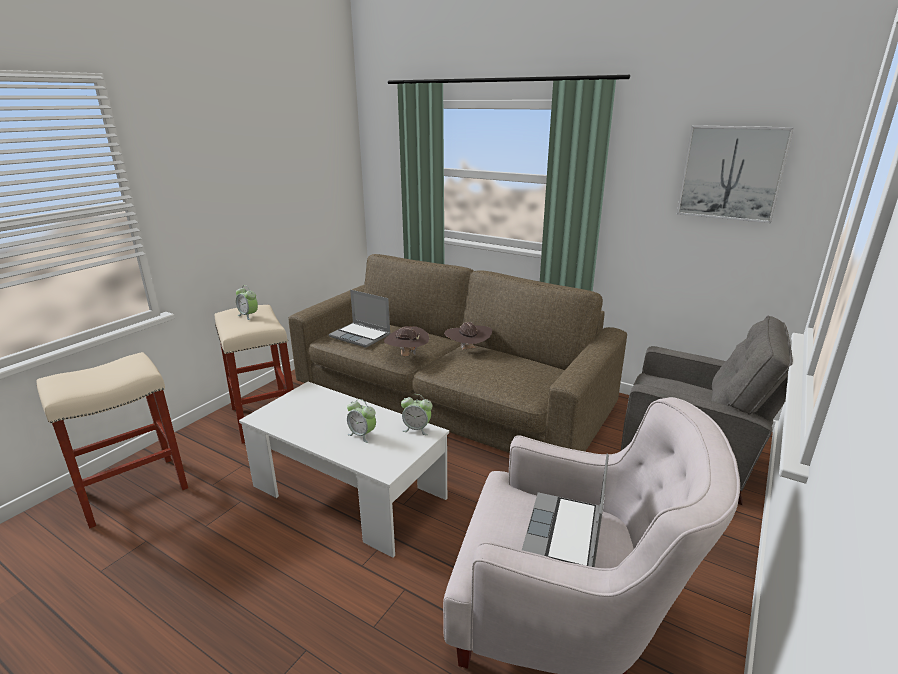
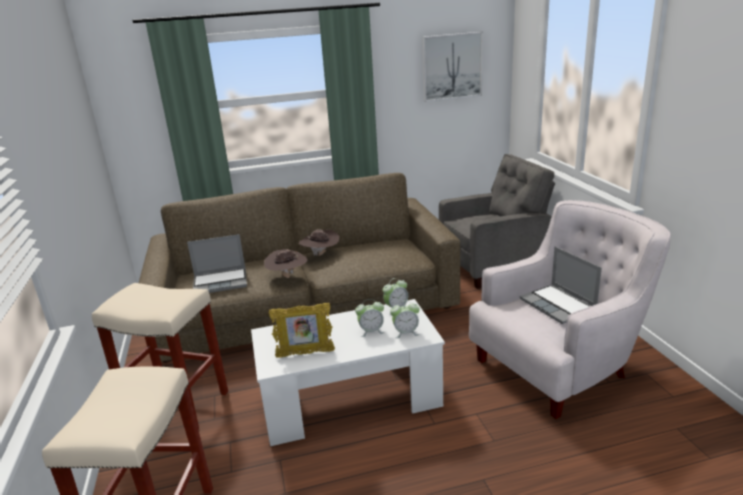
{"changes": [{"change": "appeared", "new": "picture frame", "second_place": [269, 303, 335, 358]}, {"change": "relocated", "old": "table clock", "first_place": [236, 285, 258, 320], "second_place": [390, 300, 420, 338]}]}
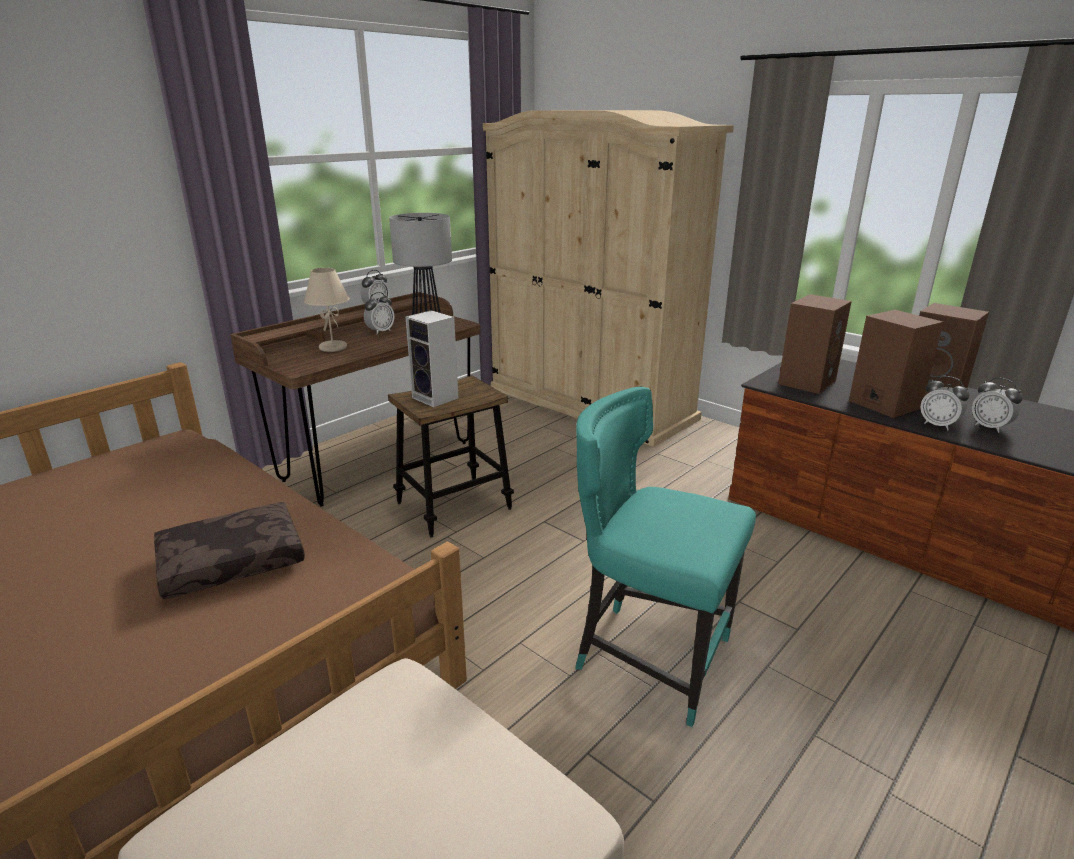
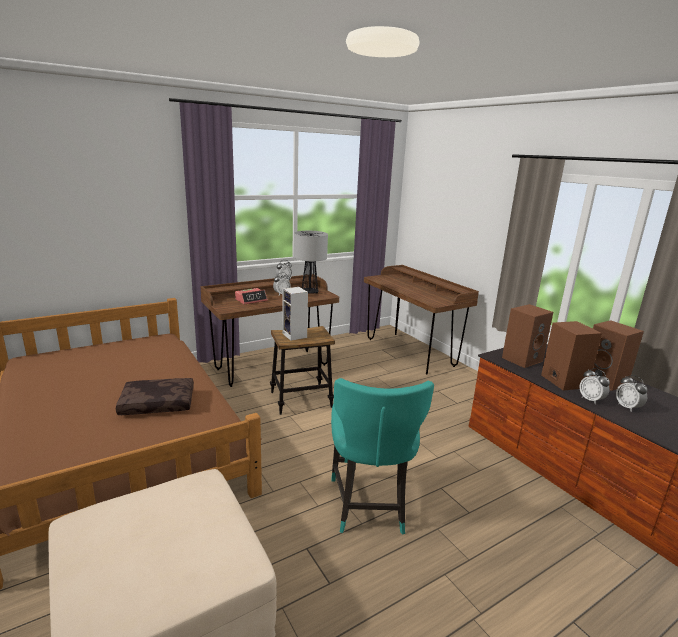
{"changes": [{"change": "exchanged", "old": "lamp for a table/sand-coloured", "new": "table clock", "first_place": [304, 268, 350, 352], "second_place": [235, 288, 268, 305]}, {"change": "exchanged", "old": "clothes cupboard/sand-coloured", "new": "desk table/brown", "first_place": [483, 110, 734, 447], "second_place": [364, 265, 479, 374]}, {"change": "spun", "old": "plain chair/turquoise-coloured", "first_place": [576, 386, 756, 727], "second_place": [331, 378, 434, 535], "degrees": -135}]}
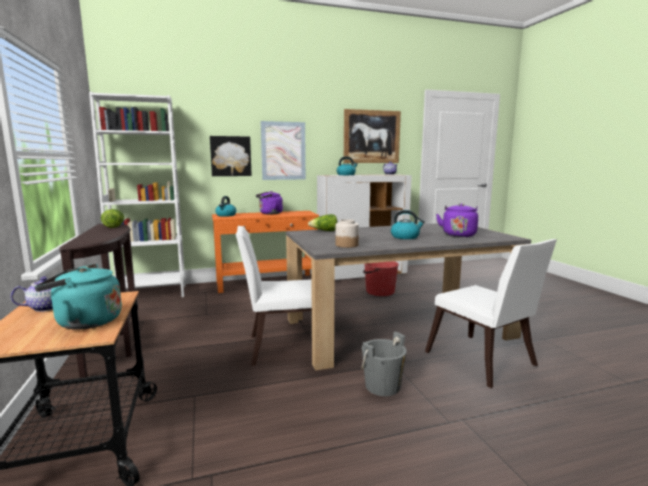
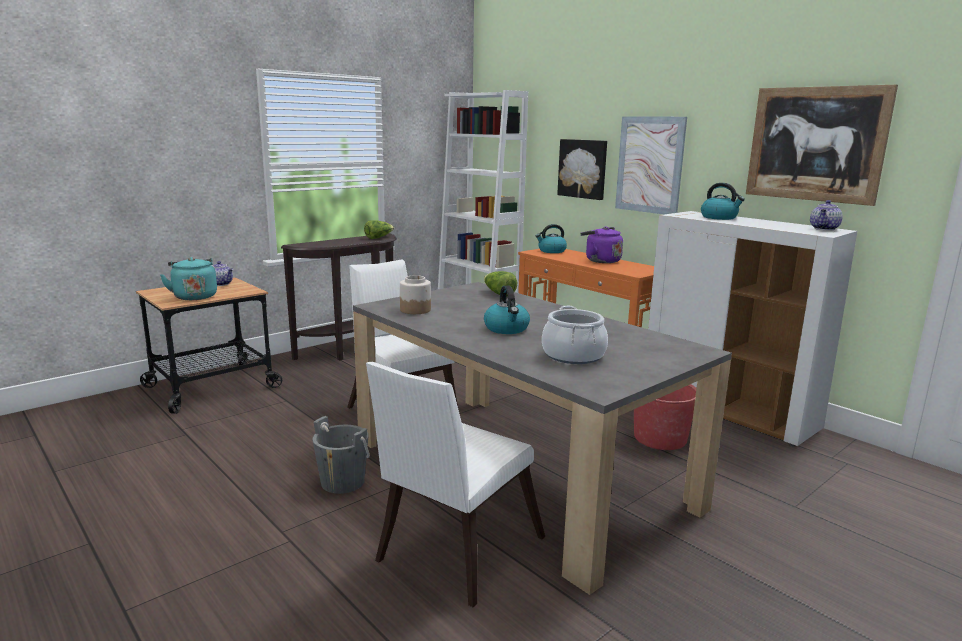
{"changes": [{"change": "exchanged", "old": "tea kettle/purple-coloured", "new": "saucepot", "first_place": [436, 203, 478, 237], "second_place": [542, 306, 608, 364]}]}
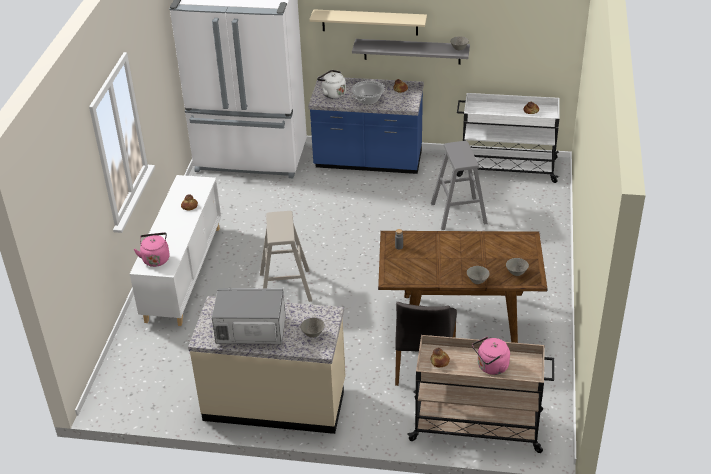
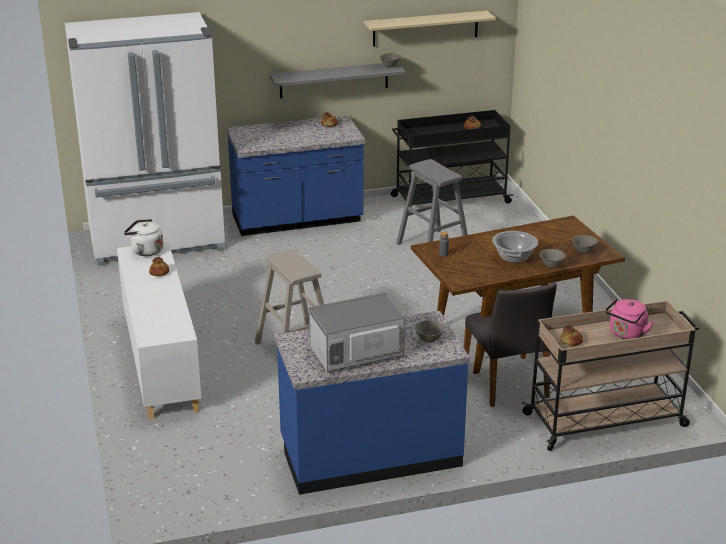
{"changes": [{"change": "missing", "old": "tea kettle/pink", "first_place": [134, 232, 170, 267]}, {"change": "relocated", "old": "bracket shelf/sand-coloured", "first_place": [309, 9, 427, 36], "second_place": [363, 11, 496, 46]}, {"change": "relocated", "old": "tea kettle/whitish", "first_place": [317, 70, 346, 99], "second_place": [124, 219, 164, 256]}, {"change": "relocated", "old": "saucepot", "first_place": [351, 81, 385, 105], "second_place": [492, 231, 538, 263]}, {"change": "colour", "old": "kitchen base unit/sand-coloured", "new": "kitchen base unit/blue", "first_place": [188, 296, 345, 434], "second_place": [275, 311, 470, 495]}, {"change": "colour", "old": "cart/whitish", "new": "cart/black", "first_place": [457, 93, 559, 183], "second_place": [391, 110, 513, 212]}]}
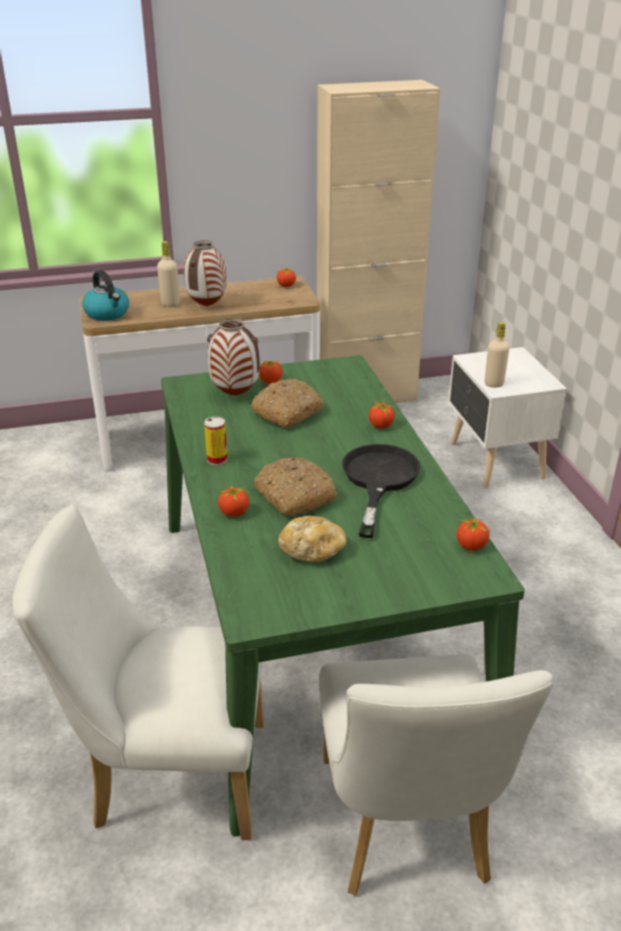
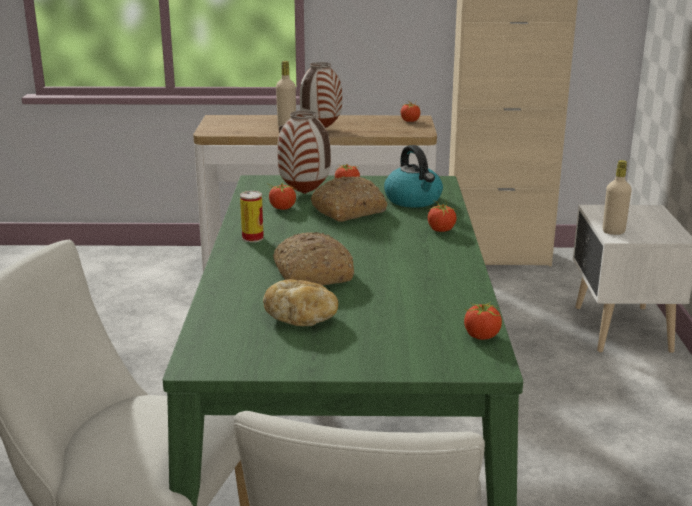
{"changes": [{"change": "missing", "old": "pan/black", "first_place": [342, 444, 420, 538]}, {"change": "relocated", "old": "tea kettle", "first_place": [82, 270, 129, 320], "second_place": [384, 145, 443, 208]}, {"change": "relocated", "old": "tomato", "first_place": [216, 485, 249, 517], "second_place": [267, 183, 296, 210]}]}
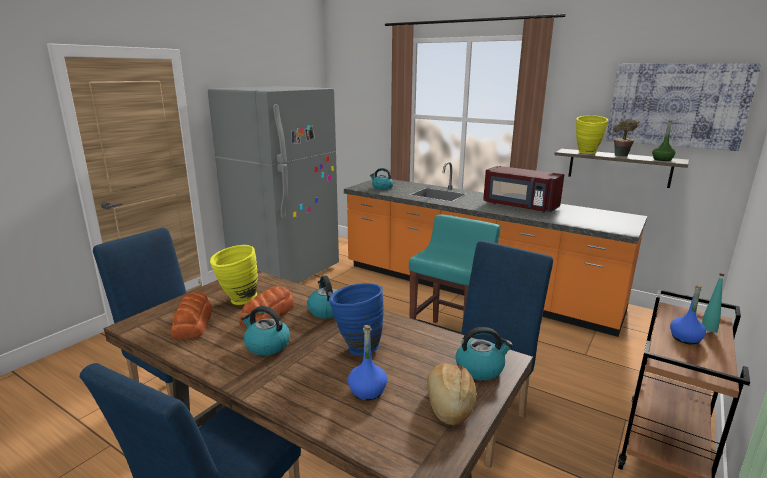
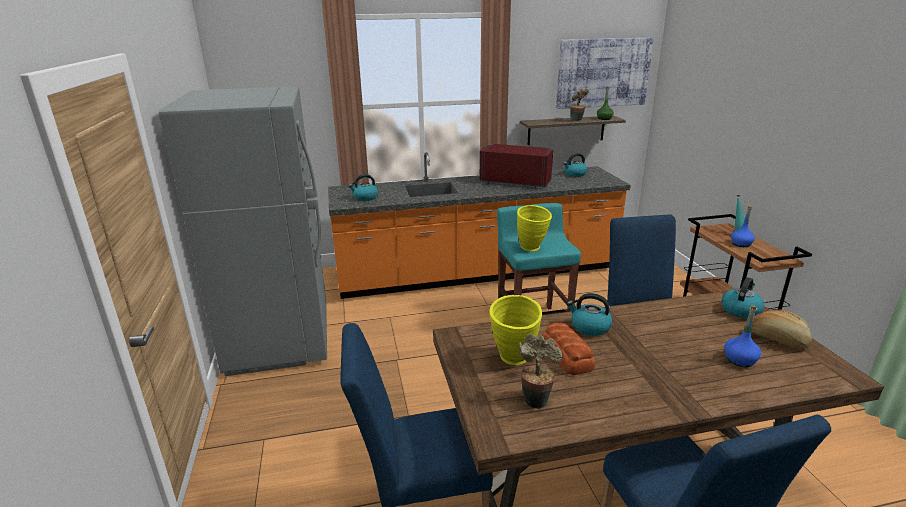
{"changes": [{"change": "missing", "old": "flower vase/blue", "first_place": [329, 283, 384, 355]}, {"change": "relocated", "old": "tea kettle", "first_place": [241, 306, 290, 355], "second_place": [564, 153, 587, 177]}, {"change": "relocated", "old": "flower vase/yellow", "first_place": [576, 115, 608, 154], "second_place": [517, 205, 552, 251]}, {"change": "exchanged", "old": "bread", "new": "plant in a pot", "first_place": [171, 292, 213, 339], "second_place": [519, 334, 563, 409]}, {"change": "spun", "old": "microwave/red-coloured", "first_place": [483, 166, 564, 213], "second_place": [479, 144, 553, 188], "degrees": -150}]}
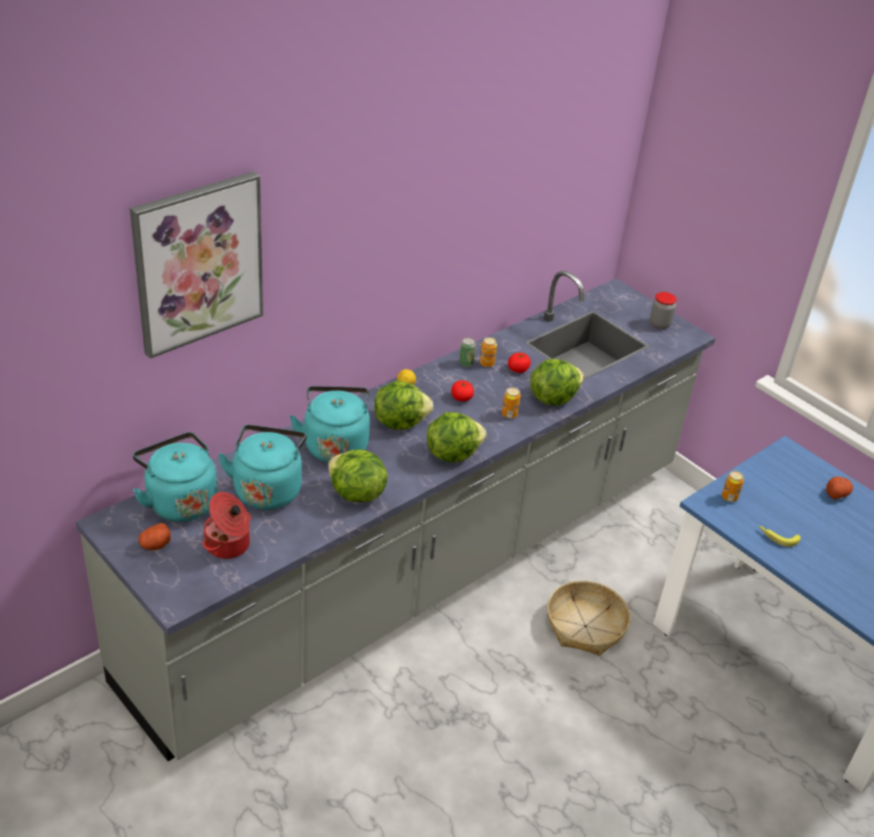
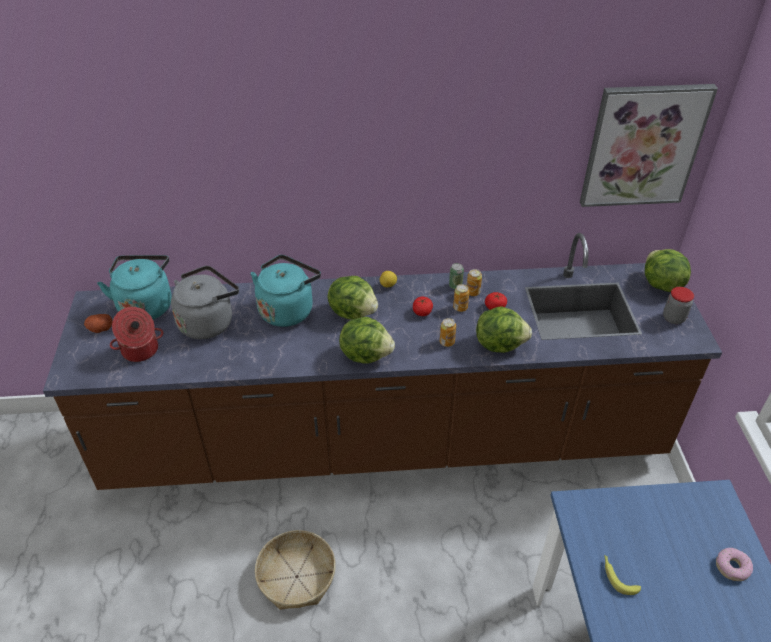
{"changes": [{"change": "relocated", "old": "wall picture", "first_place": [130, 171, 263, 359], "second_place": [580, 84, 718, 207]}, {"change": "relocated", "old": "lettuce head", "first_place": [328, 449, 388, 502], "second_place": [645, 249, 691, 292]}, {"change": "relocated", "old": "basket", "first_place": [547, 580, 631, 656], "second_place": [255, 530, 336, 610]}, {"change": "relocated", "old": "can", "first_place": [722, 471, 744, 502], "second_place": [453, 284, 469, 312]}, {"change": "exchanged", "old": "whole potato", "new": "ring doughnut", "first_place": [826, 477, 853, 499], "second_place": [716, 548, 753, 581]}, {"change": "colour", "old": "kitchen base unit/gray", "new": "kitchen base unit/brown", "first_place": [76, 271, 716, 761], "second_place": [43, 233, 722, 490]}, {"change": "colour", "old": "tea kettle/turquoise-coloured", "new": "tea kettle/gray", "first_place": [218, 425, 307, 510], "second_place": [171, 266, 239, 339]}]}
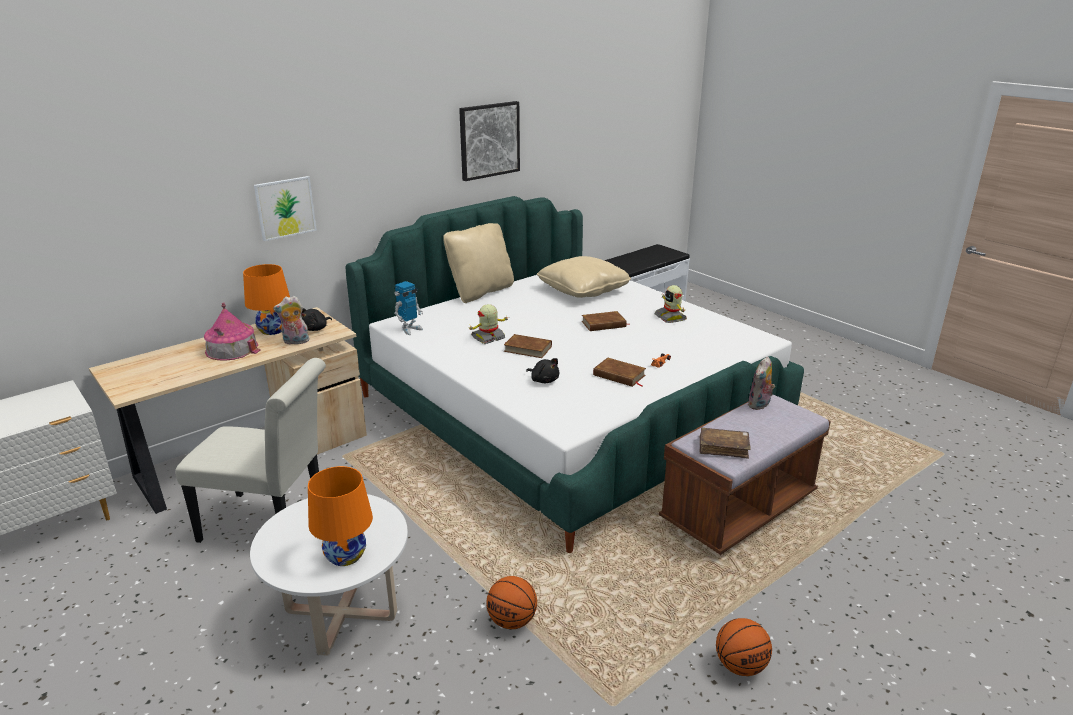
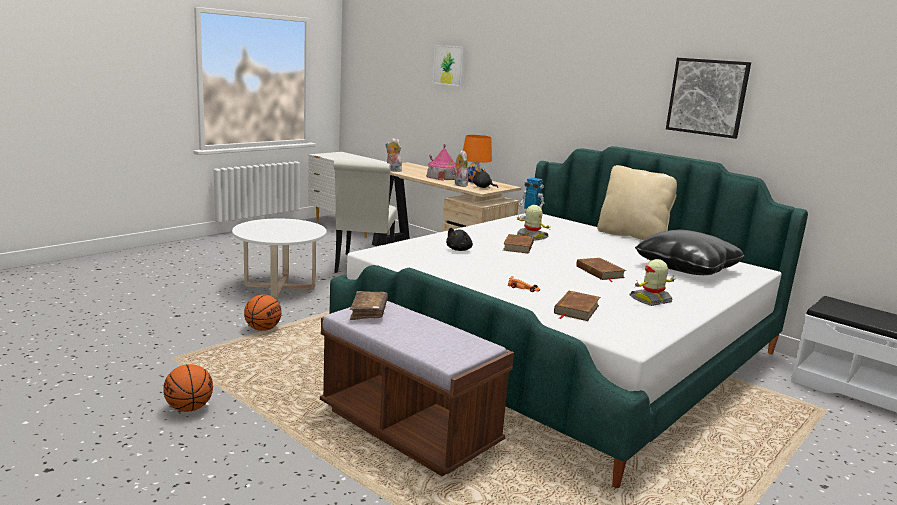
{"changes": [{"change": "missing", "old": "lamp for a table/orange-coloured", "first_place": [308, 466, 373, 566]}, {"change": "relocated", "old": "wall picture", "first_place": [254, 176, 317, 241], "second_place": [432, 45, 465, 87]}, {"change": "relocated", "old": "book/brown", "first_place": [593, 358, 646, 387], "second_place": [554, 291, 600, 321]}, {"change": "relocated", "old": "soft toy", "first_place": [747, 356, 775, 410], "second_place": [386, 138, 403, 172]}, {"change": "colour", "old": "cushion/sand-coloured", "new": "cushion/black", "first_place": [537, 256, 631, 298], "second_place": [635, 229, 745, 275]}]}
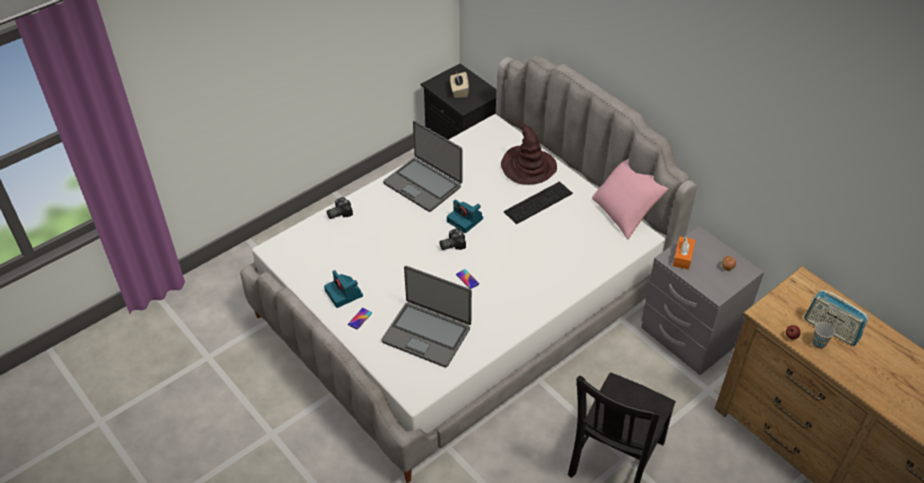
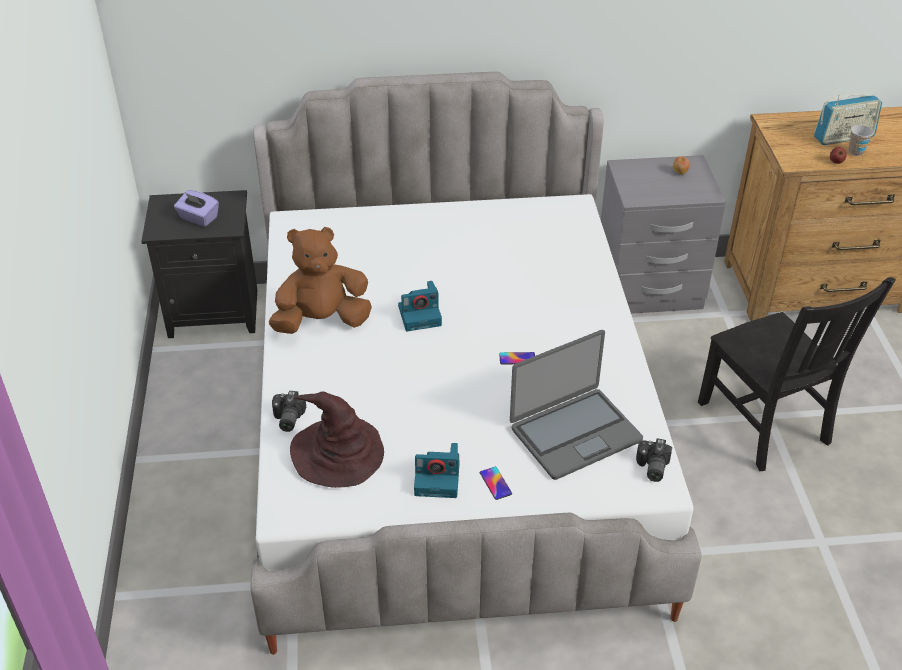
{"changes": [{"change": "missing", "old": "PC keyboard", "first_place": [504, 181, 573, 224]}, {"change": "missing", "old": "cushion/pink", "first_place": [592, 159, 668, 239]}, {"change": "missing", "old": "box of tissues/orange-coloured", "first_place": [673, 236, 695, 270]}, {"change": "relocated", "old": "still camera", "first_place": [439, 228, 466, 250], "second_place": [636, 439, 672, 482]}, {"change": "relocated", "old": "wearable hat/brown", "first_place": [501, 121, 557, 185], "second_place": [290, 391, 384, 488]}, {"change": "exchanged", "old": "notebook computer", "new": "soft toy/brown", "first_place": [383, 121, 462, 212], "second_place": [269, 227, 372, 334]}, {"change": "colour", "old": "box of tissues/sand-coloured", "new": "box of tissues/purple-coloured", "first_place": [450, 72, 469, 98], "second_place": [174, 190, 219, 227]}]}
